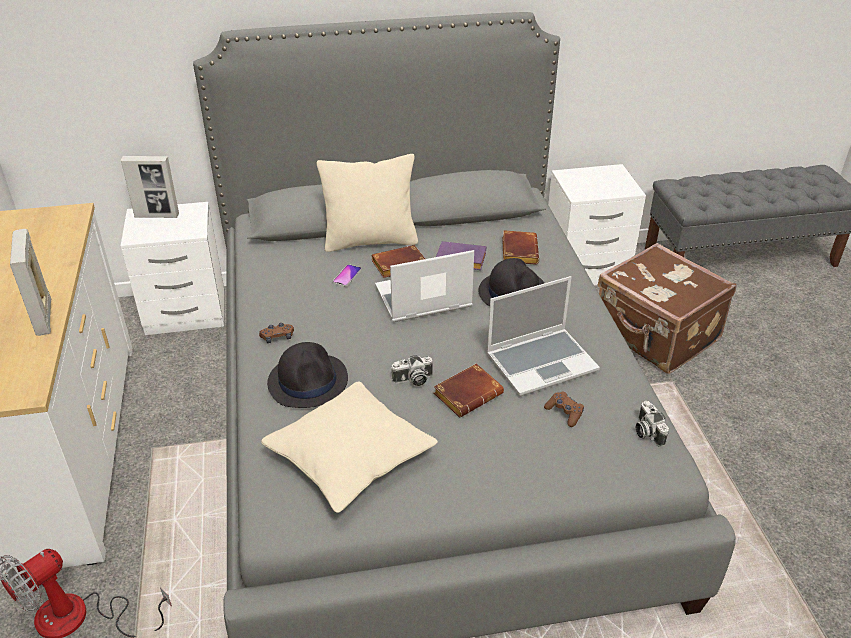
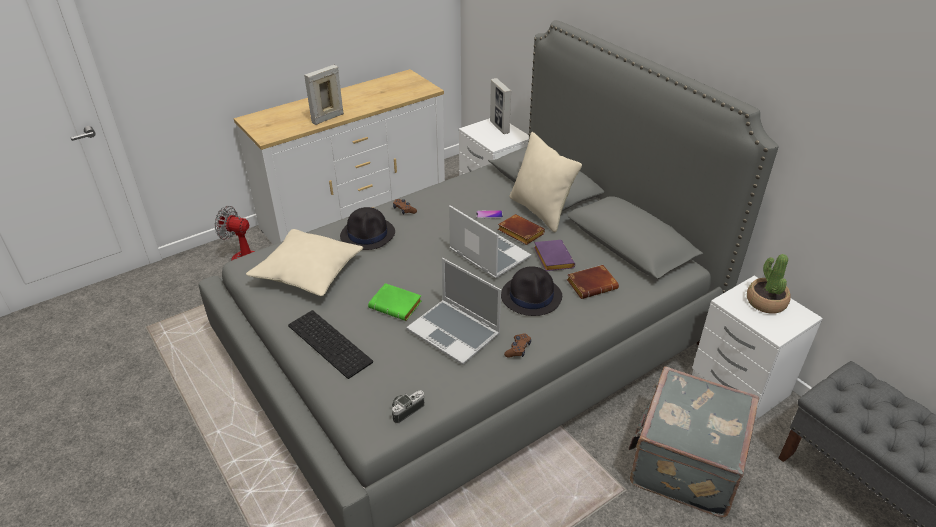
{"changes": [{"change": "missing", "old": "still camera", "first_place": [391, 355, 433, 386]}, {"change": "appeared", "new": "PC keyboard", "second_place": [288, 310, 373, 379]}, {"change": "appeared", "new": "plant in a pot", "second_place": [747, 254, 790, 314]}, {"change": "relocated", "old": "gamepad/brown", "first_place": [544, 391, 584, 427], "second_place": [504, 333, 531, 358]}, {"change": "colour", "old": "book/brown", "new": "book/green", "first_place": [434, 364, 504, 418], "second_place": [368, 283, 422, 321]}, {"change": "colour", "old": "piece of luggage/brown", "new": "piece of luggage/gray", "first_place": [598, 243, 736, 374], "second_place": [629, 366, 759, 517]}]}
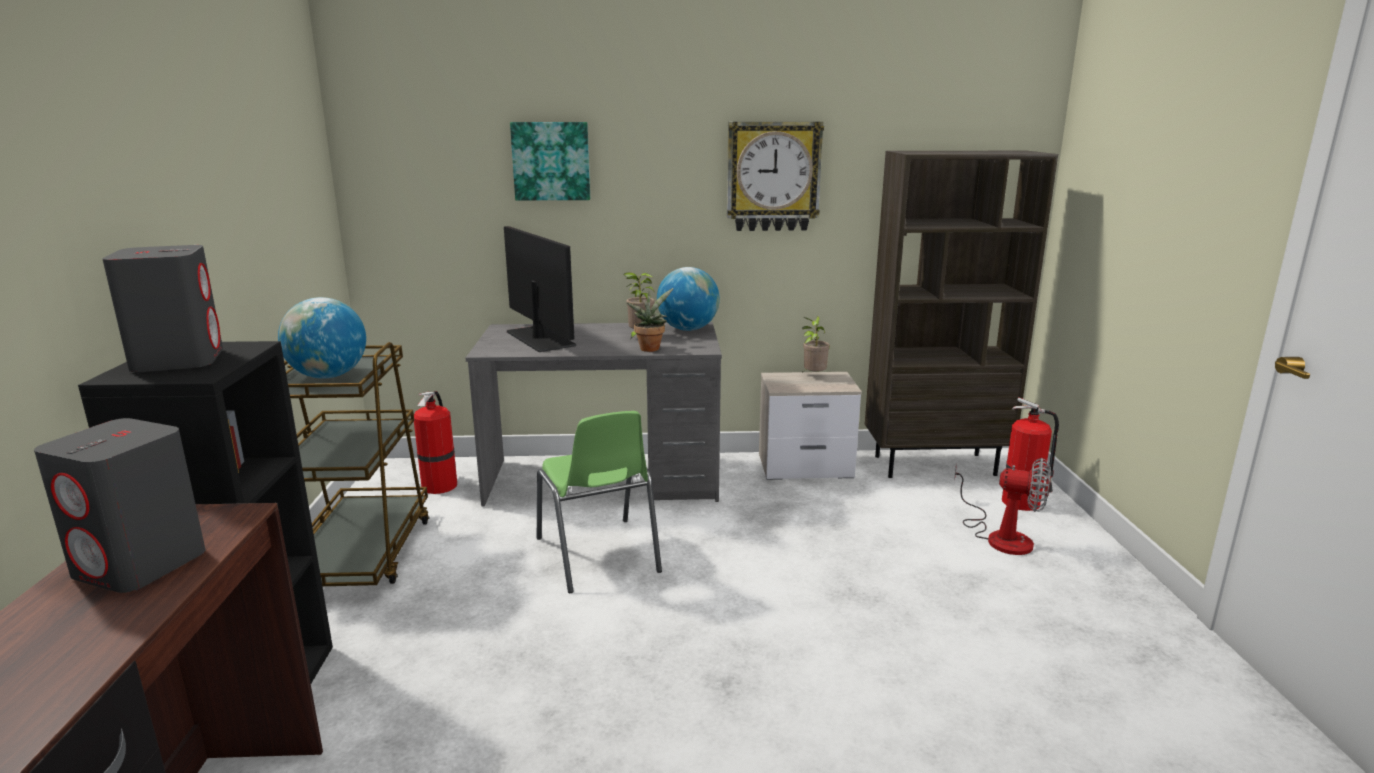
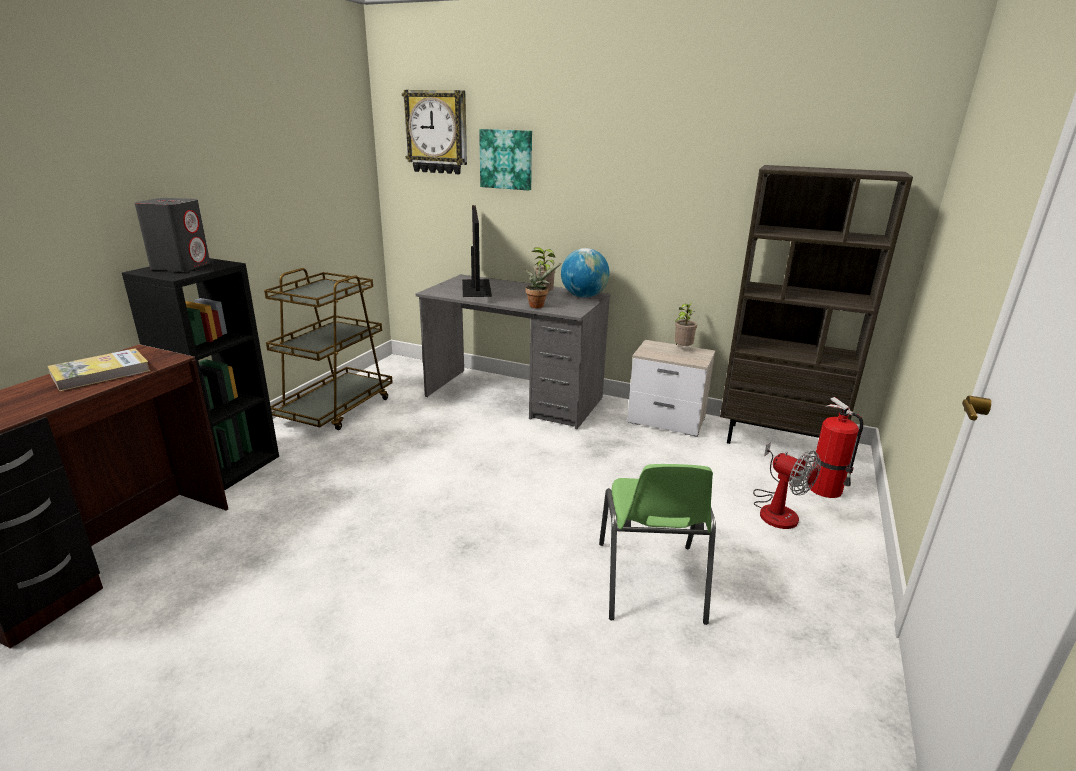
{"changes": [{"change": "missing", "old": "desk globe", "first_place": [278, 297, 366, 379]}, {"change": "missing", "old": "extinguisher", "first_place": [414, 391, 457, 494]}, {"change": "relocated", "old": "plain chair/green", "first_place": [537, 411, 662, 593], "second_place": [599, 464, 716, 625]}, {"change": "relocated", "old": "clock on the wall", "first_place": [727, 122, 824, 231], "second_place": [402, 90, 467, 174]}, {"change": "exchanged", "old": "loudspeaker/gray", "new": "book", "first_place": [34, 418, 206, 593], "second_place": [48, 348, 150, 391]}]}
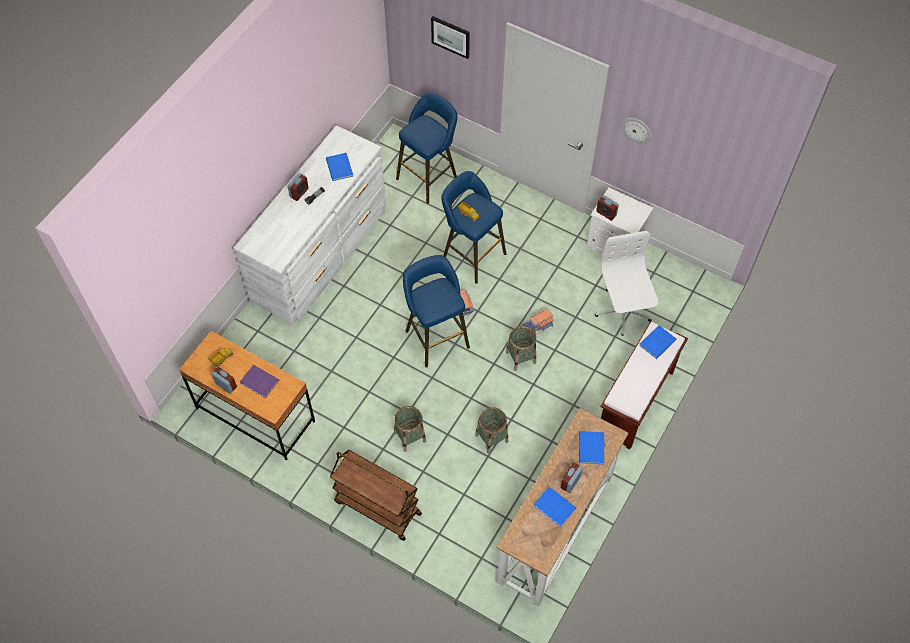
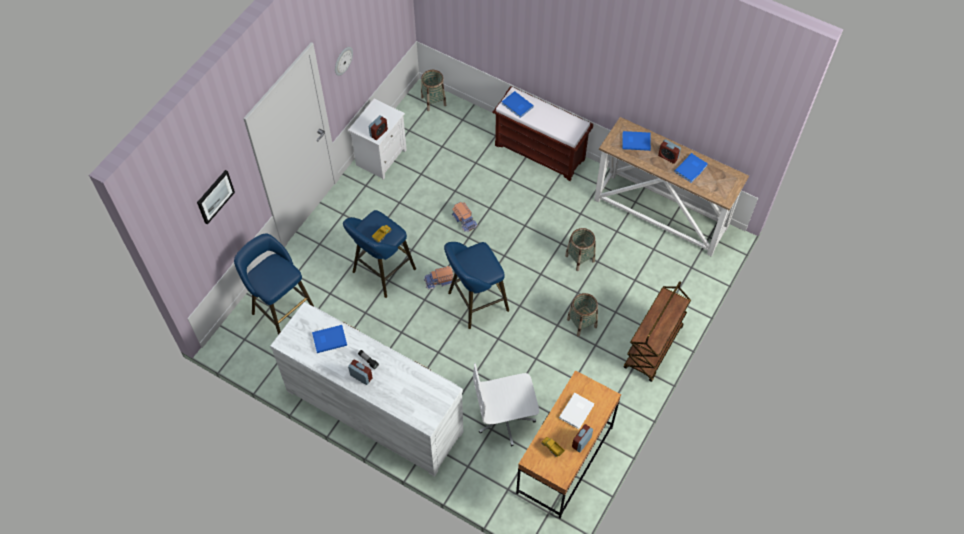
{"changes": [{"change": "relocated", "old": "basket", "first_place": [506, 326, 536, 371], "second_place": [421, 70, 446, 111]}, {"change": "relocated", "old": "office chair/whitish", "first_place": [595, 231, 658, 336], "second_place": [473, 363, 539, 446]}, {"change": "colour", "old": "book/purple-coloured", "new": "book/whitish", "first_place": [240, 365, 279, 398], "second_place": [559, 393, 594, 429]}]}
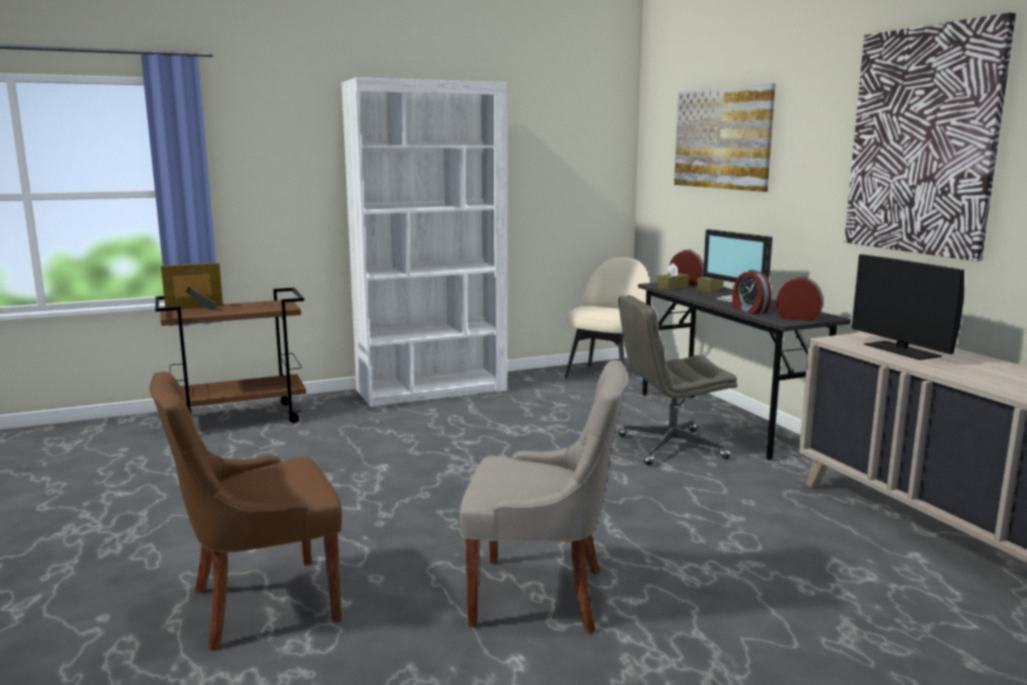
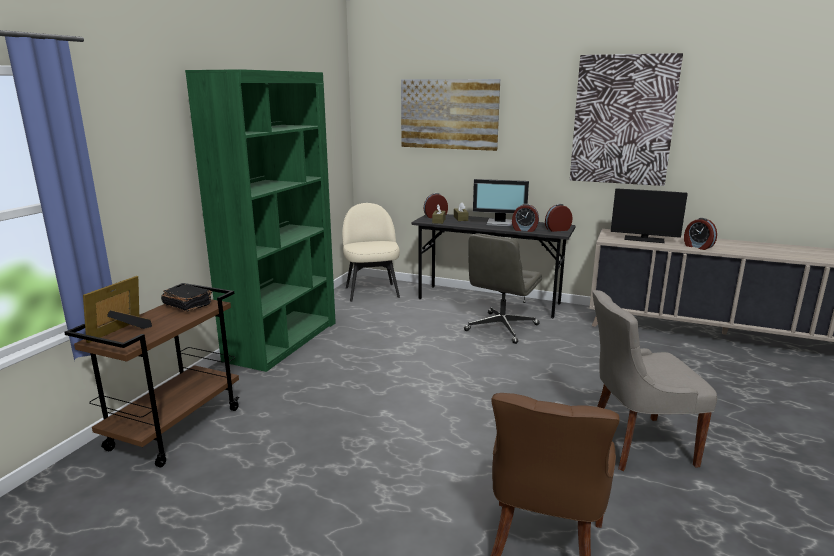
{"changes": [{"change": "appeared", "new": "book/black", "second_place": [161, 284, 212, 312]}, {"change": "appeared", "new": "table clock", "second_place": [684, 218, 717, 250]}, {"change": "colour", "old": "shelving unit/whitish", "new": "shelving unit/green", "first_place": [341, 77, 507, 407], "second_place": [185, 69, 336, 372]}, {"change": "spun", "old": "plain chair/gray", "first_place": [460, 360, 628, 634], "second_place": [592, 290, 717, 471], "degrees": -150}]}
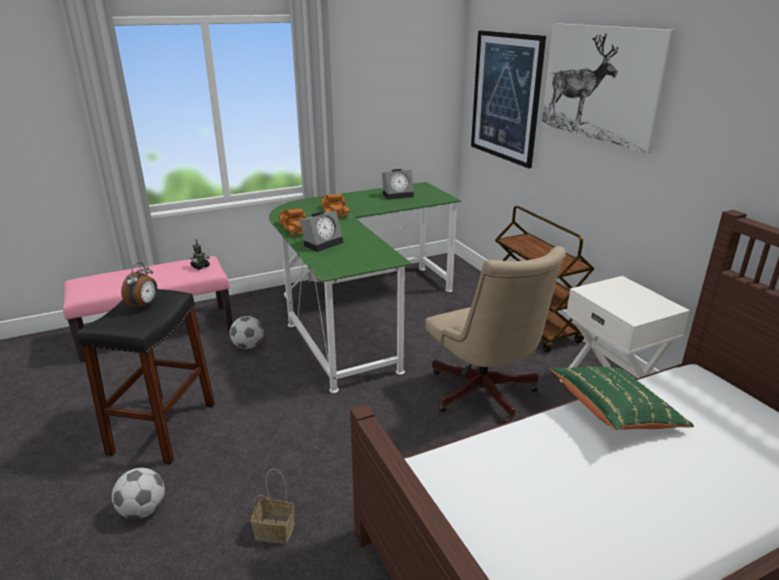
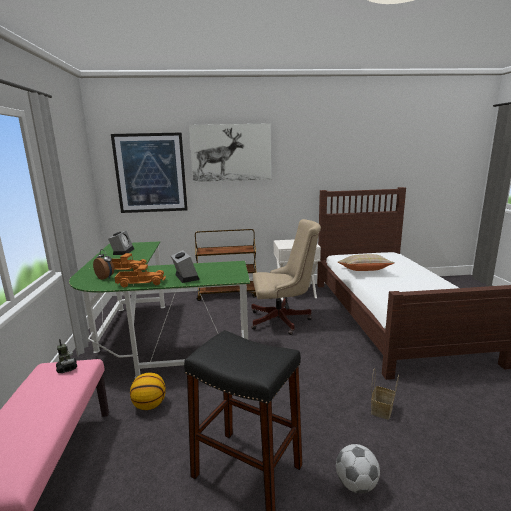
{"changes": [{"change": "relocated", "old": "table clock", "first_place": [121, 262, 157, 310], "second_place": [93, 249, 114, 280]}, {"change": "exchanged", "old": "football", "new": "basketball ball", "first_place": [230, 316, 264, 349], "second_place": [130, 373, 166, 410]}, {"change": "colour", "old": "cushion/green", "new": "cushion/sand-coloured", "first_place": [550, 366, 694, 430], "second_place": [338, 254, 395, 271]}]}
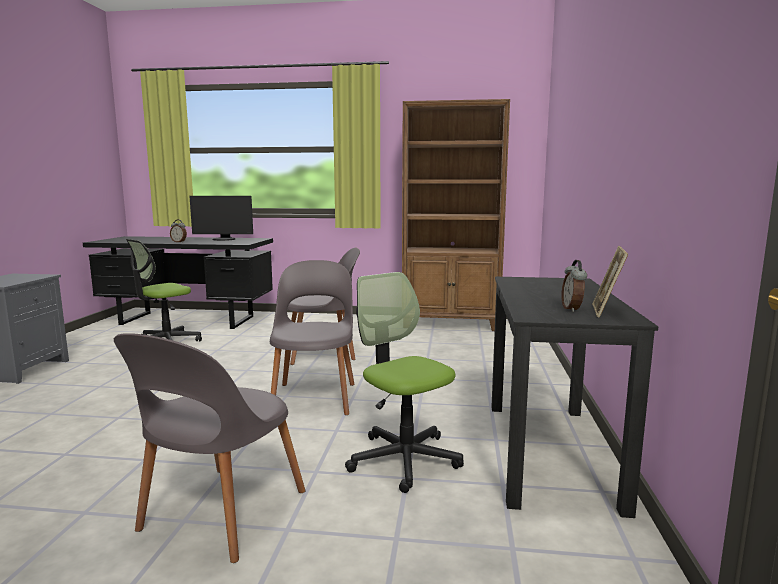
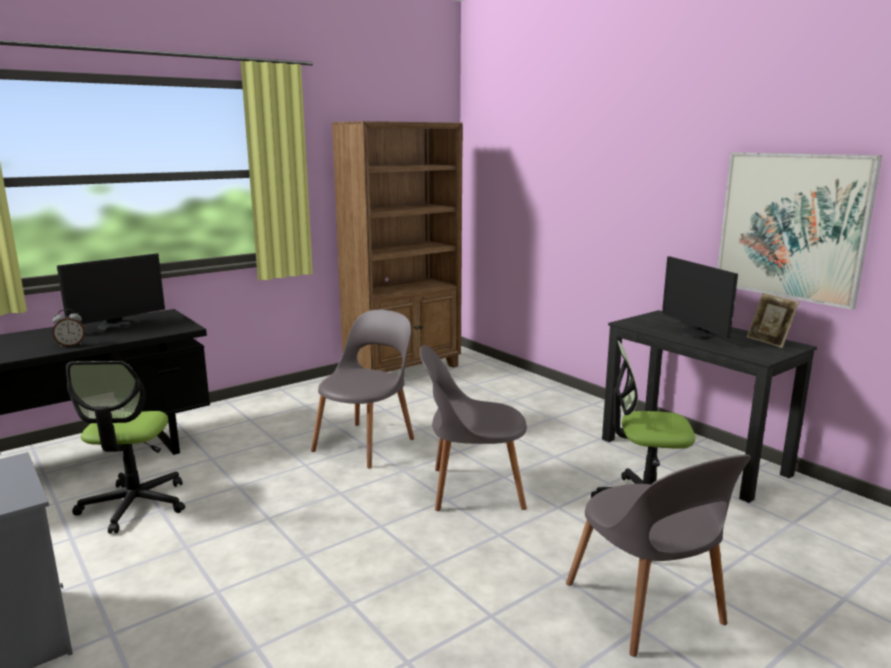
{"changes": [{"change": "missing", "old": "table clock", "first_place": [561, 260, 587, 312]}, {"change": "appeared", "new": "computer display", "second_place": [662, 256, 738, 339]}, {"change": "appeared", "new": "wall picture", "second_place": [717, 152, 882, 310]}, {"change": "spun", "old": "plain chair/gray", "first_place": [270, 260, 355, 415], "second_place": [420, 345, 527, 511], "degrees": -45}]}
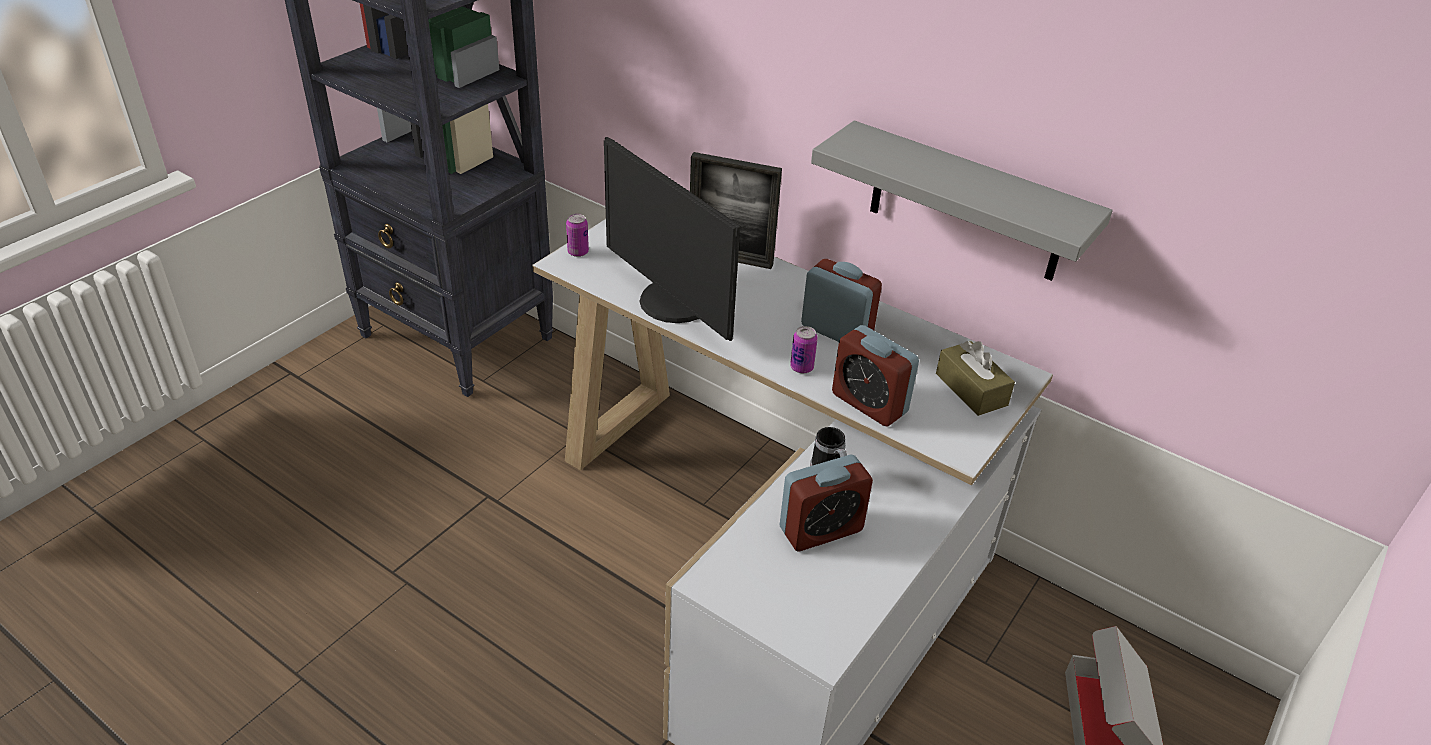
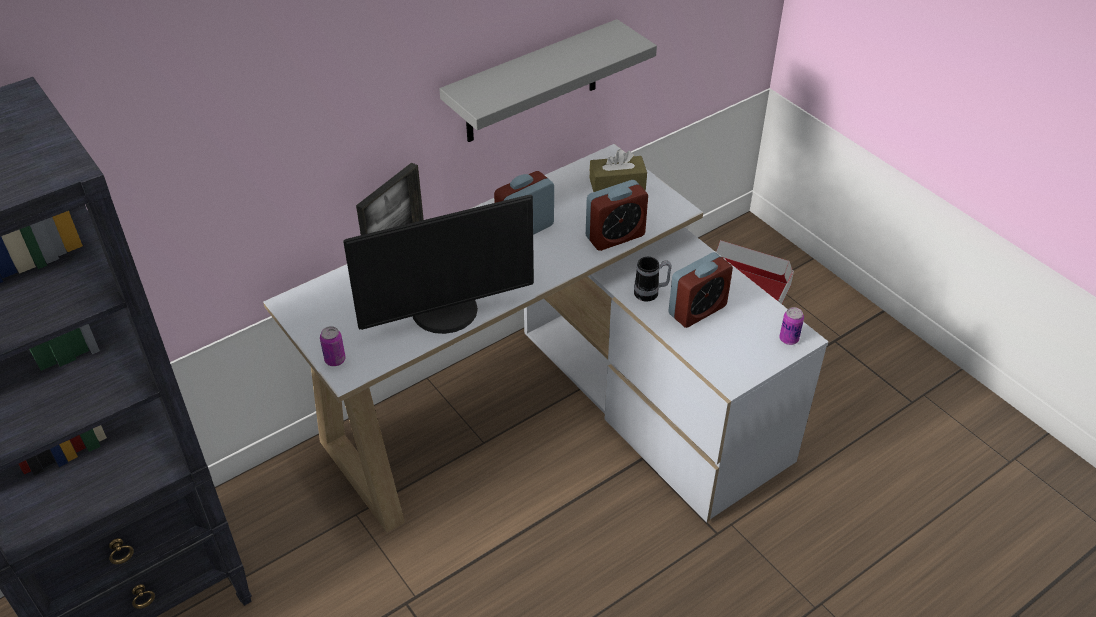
{"changes": [{"change": "relocated", "old": "can", "first_place": [790, 326, 818, 373], "second_place": [779, 307, 804, 345]}, {"change": "spun", "old": "table clock", "first_place": [780, 455, 873, 551], "second_place": [668, 252, 733, 328], "degrees": 60}]}
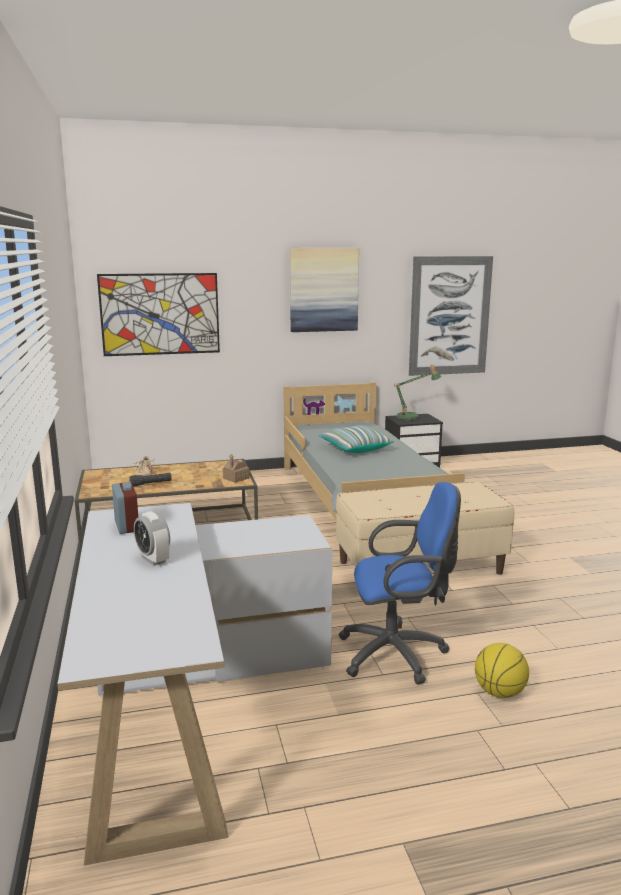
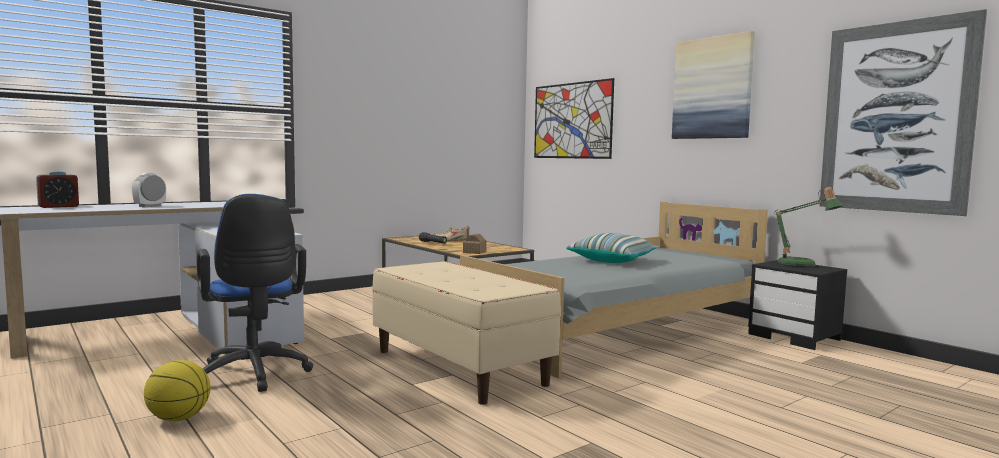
{"changes": [{"change": "relocated", "old": "table clock", "first_place": [112, 482, 138, 534], "second_place": [36, 171, 79, 208]}]}
